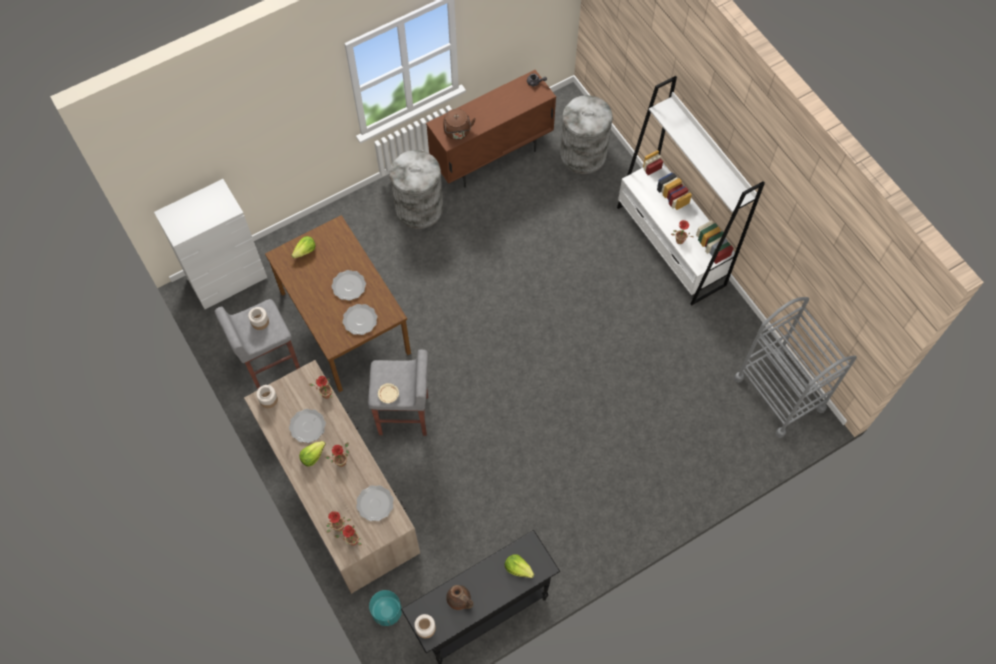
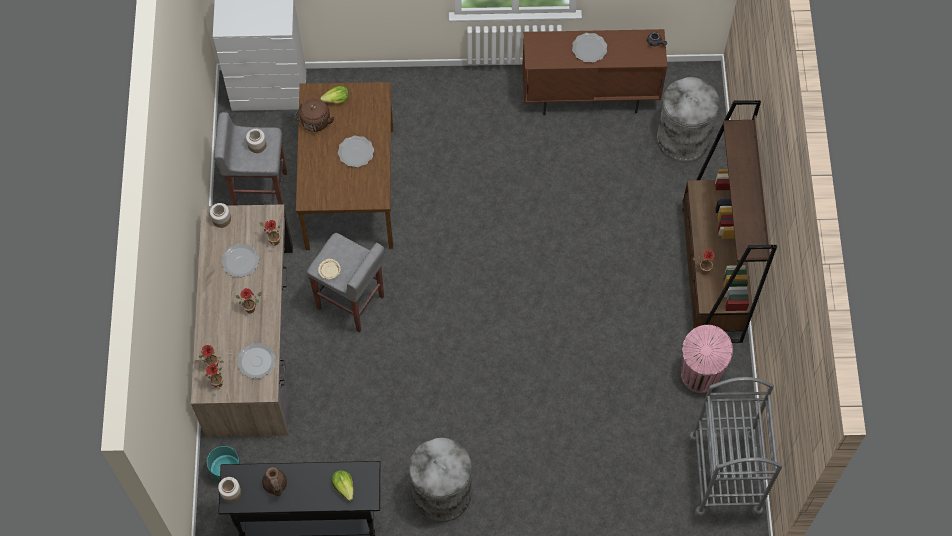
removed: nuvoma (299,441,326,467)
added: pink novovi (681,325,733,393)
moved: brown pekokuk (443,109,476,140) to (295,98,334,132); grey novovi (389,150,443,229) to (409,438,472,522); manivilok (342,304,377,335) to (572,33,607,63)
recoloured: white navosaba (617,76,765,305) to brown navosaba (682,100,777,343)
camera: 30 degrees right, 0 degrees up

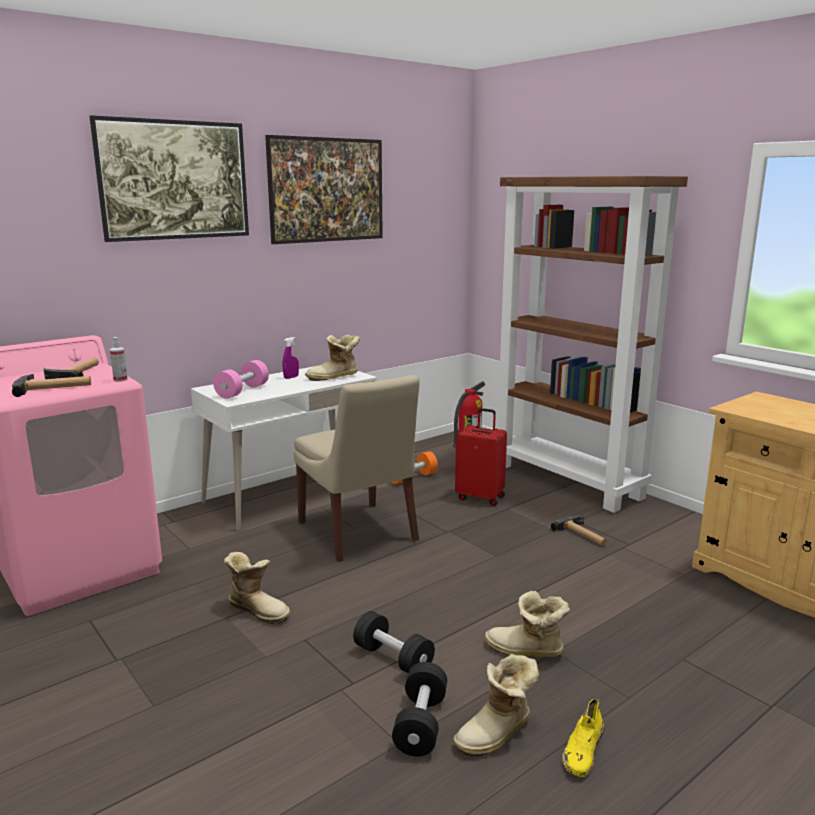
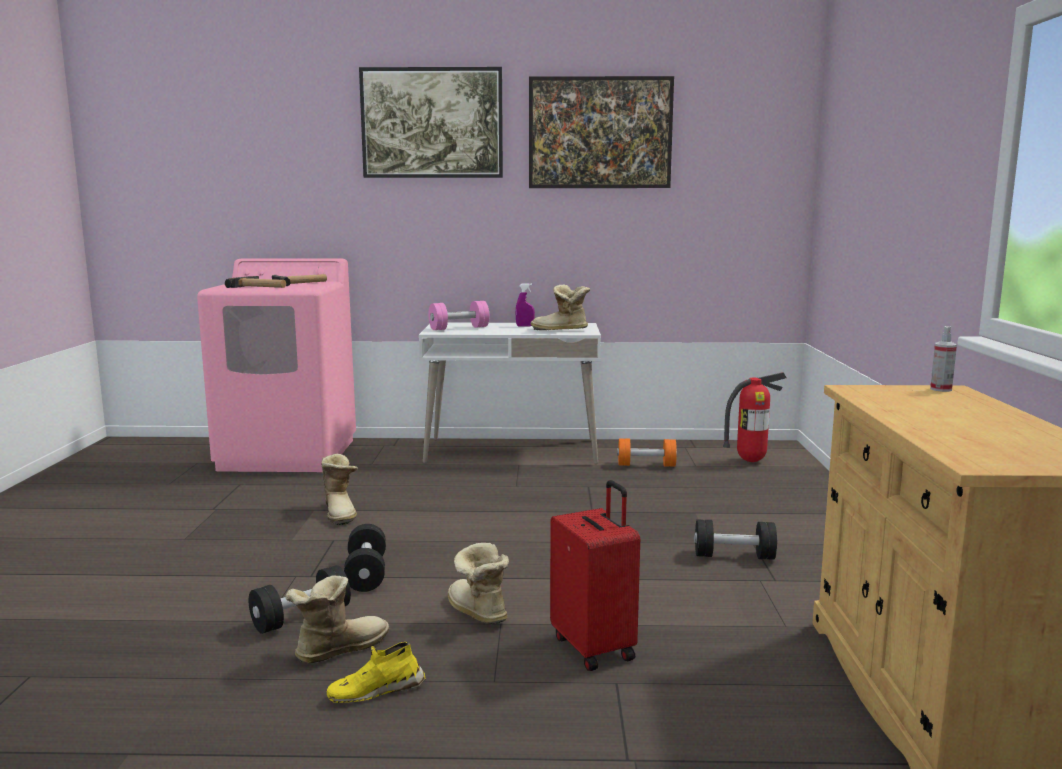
removed: brown navosaba (497,176,688,513); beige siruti (294,375,420,562)
moved: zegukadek (110,337,128,382) to (930,326,957,392); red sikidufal (455,408,507,506) to (550,480,640,671)
replaced: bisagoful (551,515,607,546) to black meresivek (694,519,777,560)
turned: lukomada (453,654,539,756) = (285,575,389,664) 135 degrees clockwise
camera: 40 degrees right, 5 degrees down

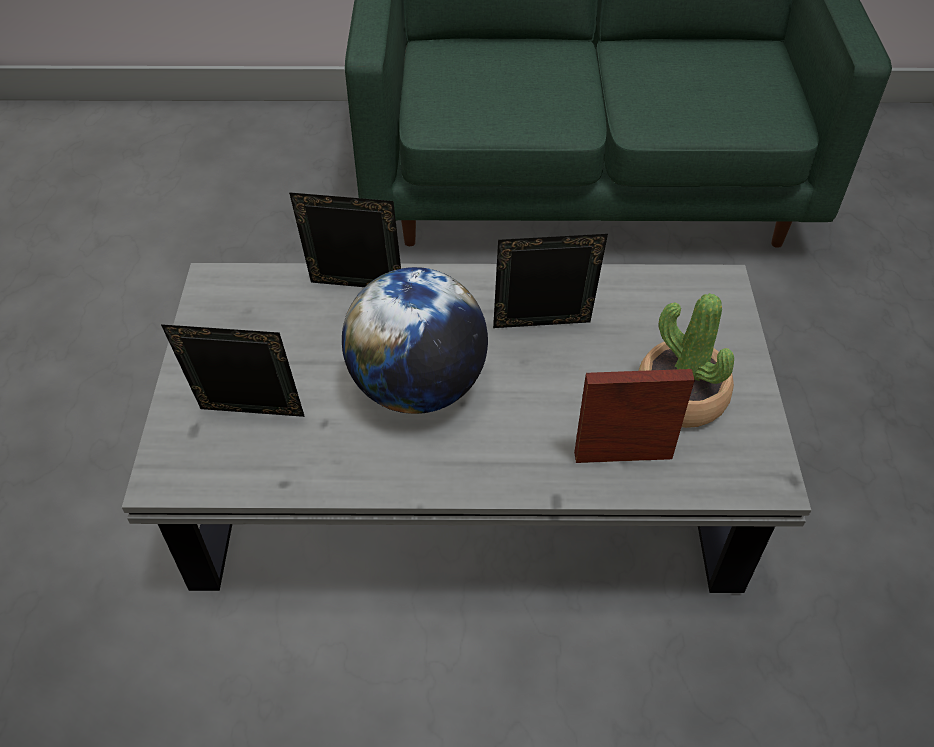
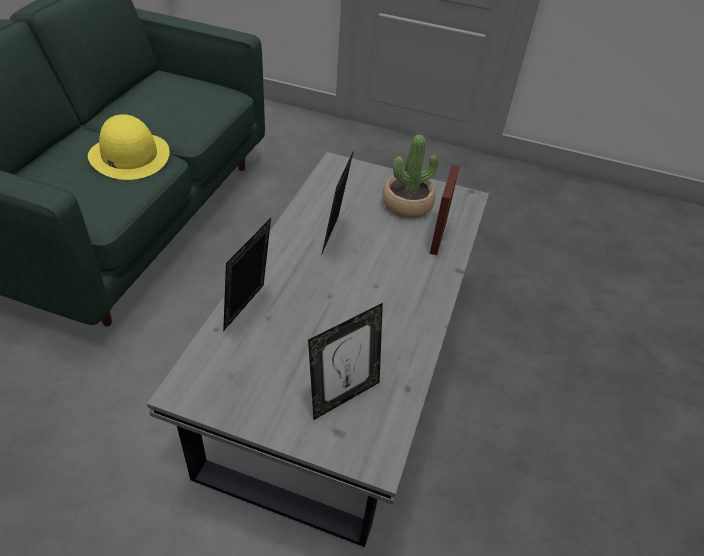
removed: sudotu (342,267,488,414)
added: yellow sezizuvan (88,114,170,180)
turned: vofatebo (161,324,305,417) = (308,303,383,420) 150 degrees counterclockwise
camera: 75 degrees left, 5 degrees down

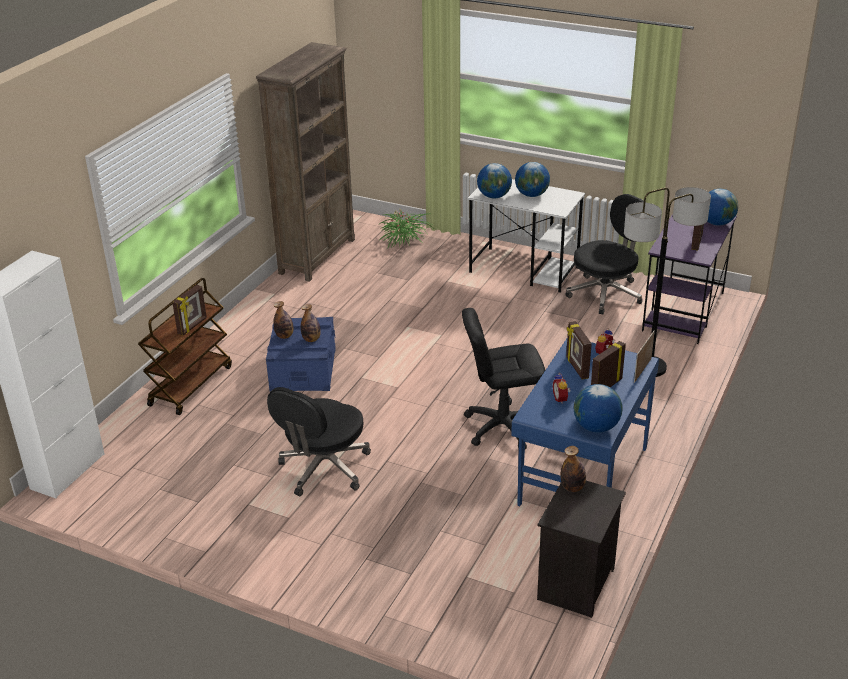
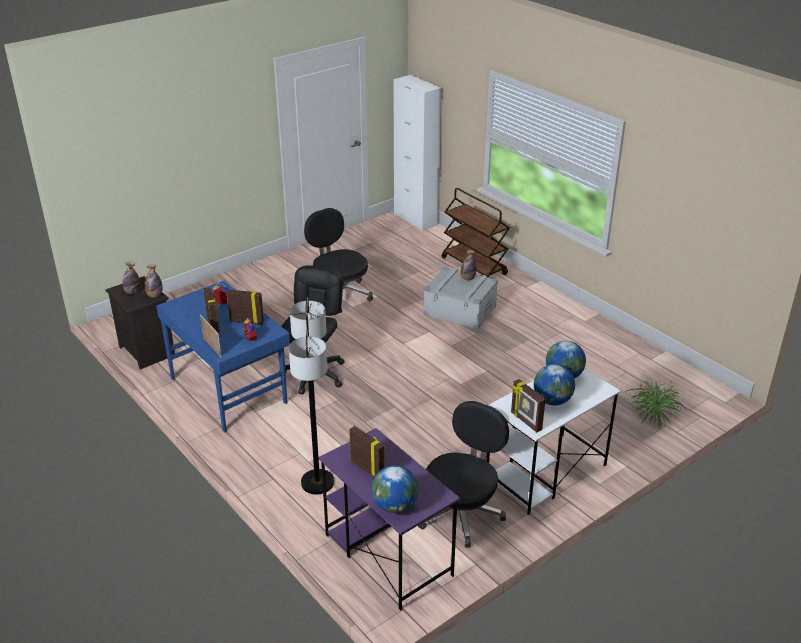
removed: brown navosaba (256,42,355,282); sudotu (574,384,622,433)
moved: vofatebo (172,285,207,336) to (511,379,545,432); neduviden (301,304,321,342) to (123,262,140,294)
recoloured: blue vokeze (266,317,336,391) to grey vokeze (424,267,498,330)
turned: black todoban (565,194,644,314) = (418,401,509,547) 135 degrees counterclockwise
camera: 115 degrees right, 0 degrees up

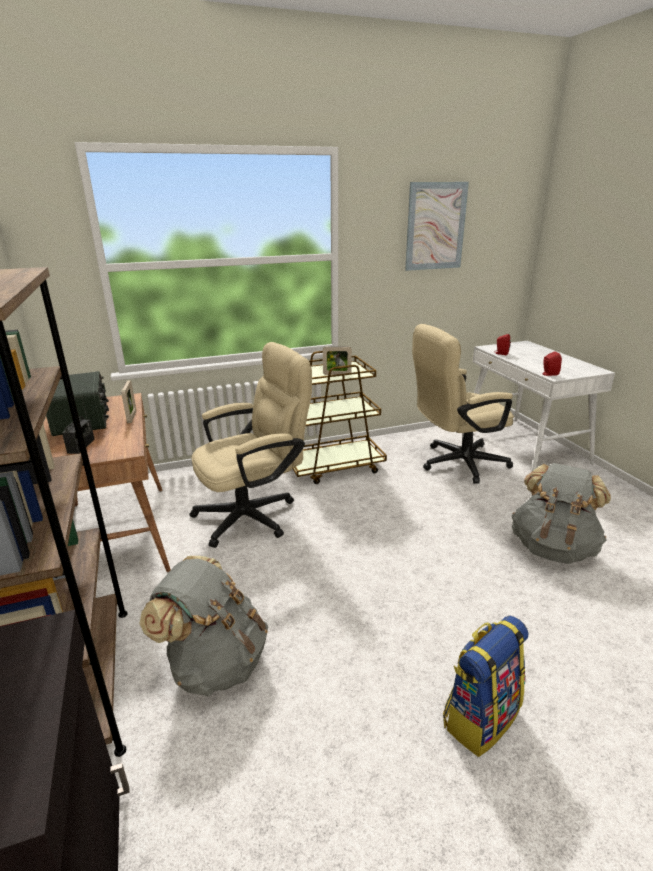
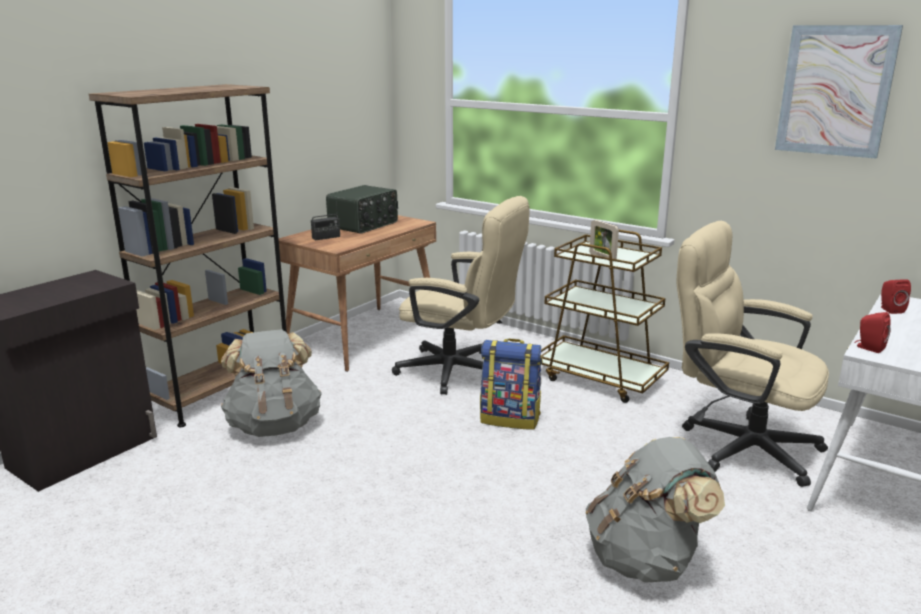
removed: vofatebo (121,380,136,423)
moved: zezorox (443,615,529,757) to (480,338,543,430)
camera: 55 degrees right, 5 degrees down

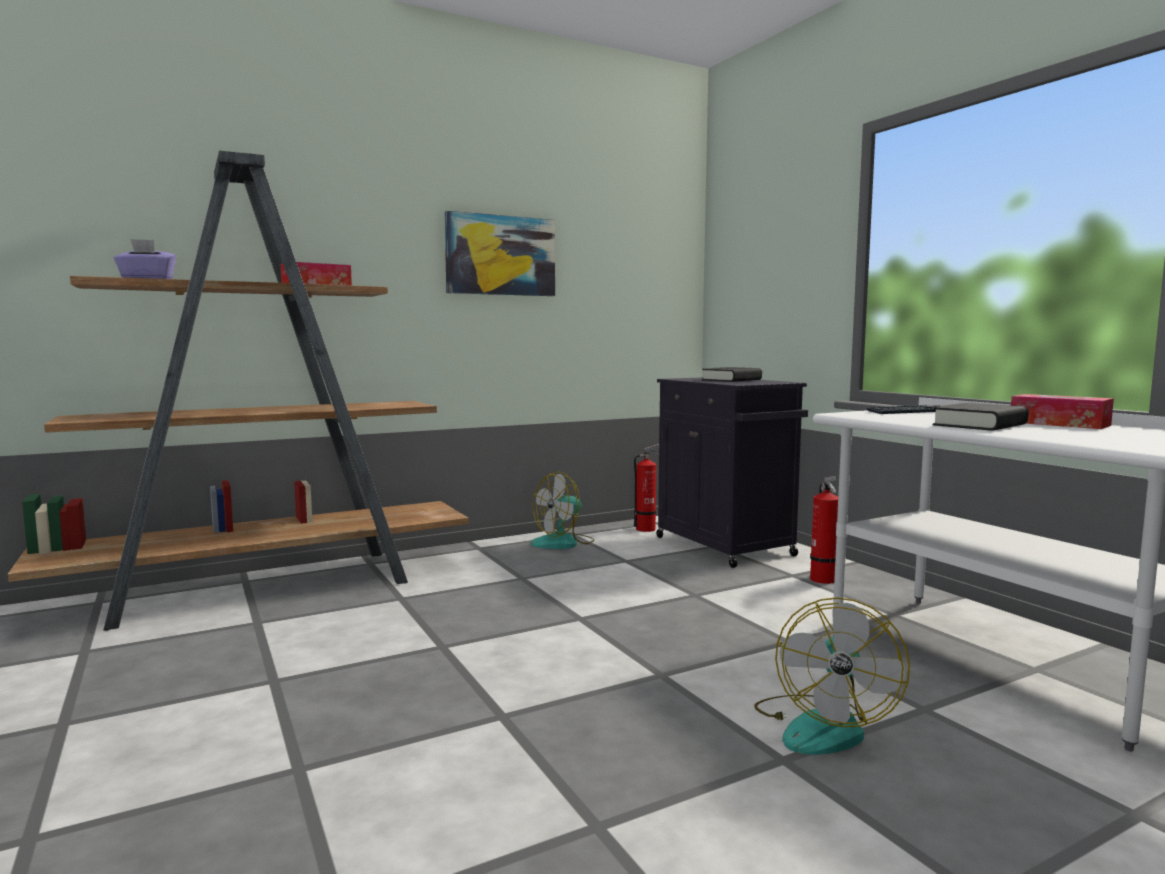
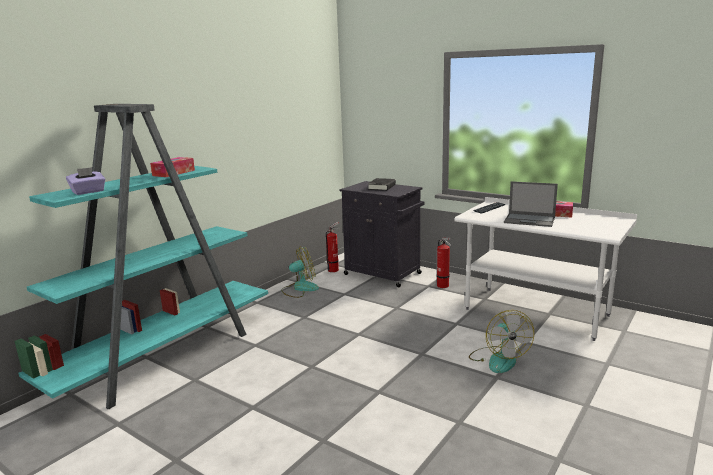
removed: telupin (444,211,555,296)
replaced: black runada (933,403,1028,431) to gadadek (504,181,558,227)
recoloured: brown navosaba (8,151,469,631) to turquoise navosaba (15,104,268,409)
turned: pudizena (531,472,594,549) = (281,246,319,298) 135 degrees counterclockwise
camera: 25 degrees left, 10 degrees up

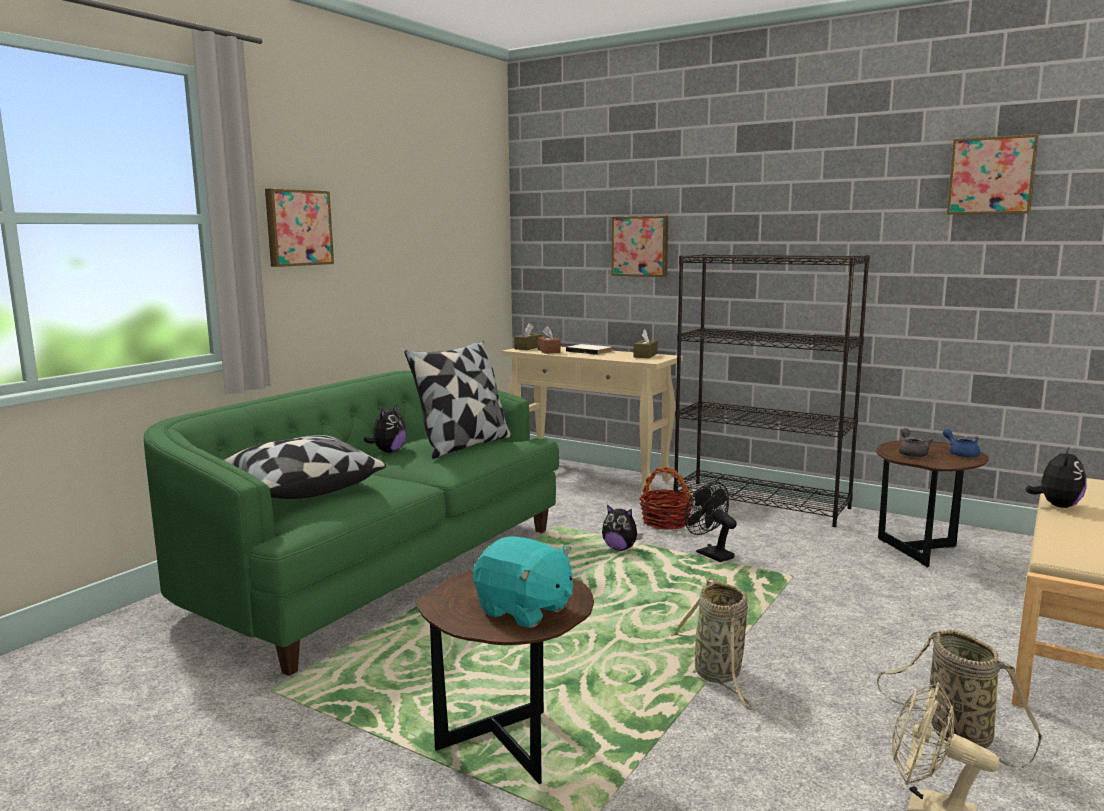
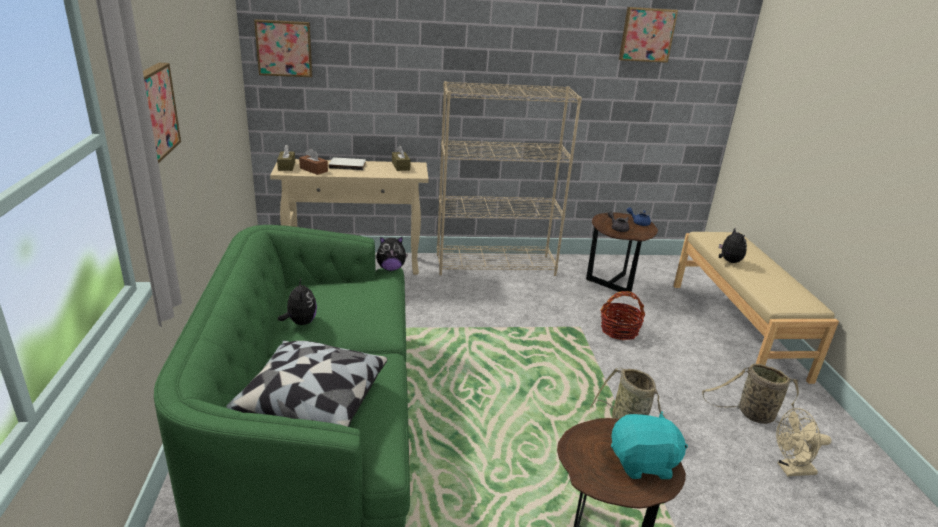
removed: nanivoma (404,341,511,459); black pudizena (685,482,737,562)
moved: telupin (611,216,668,277) to (254,19,312,77); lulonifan (639,467,694,530) to (600,291,645,340); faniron (602,505,643,551) to (376,236,408,271)
recoloured: black navosaba (673,254,870,527) to beige navosaba (437,81,582,276)
camera: 40 degrees left, 15 degrees up

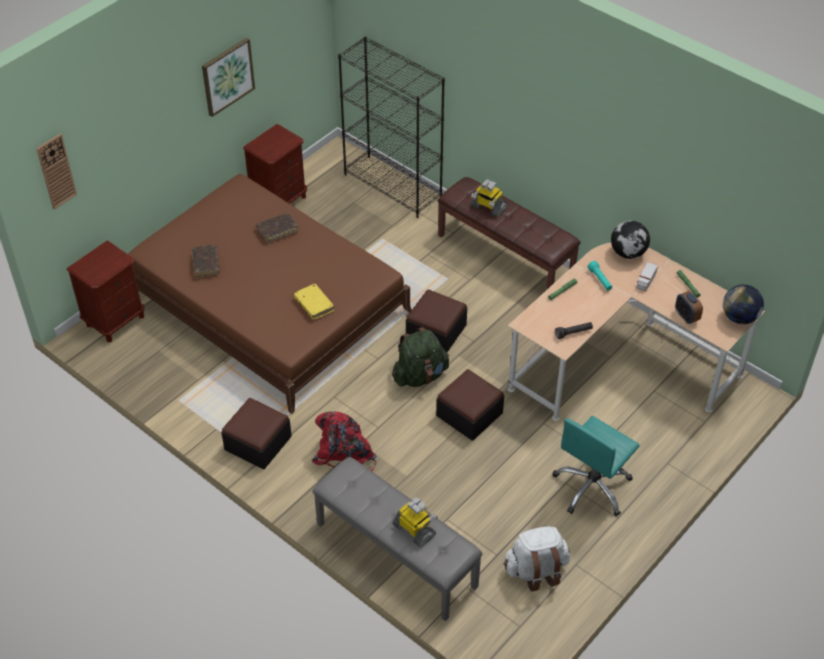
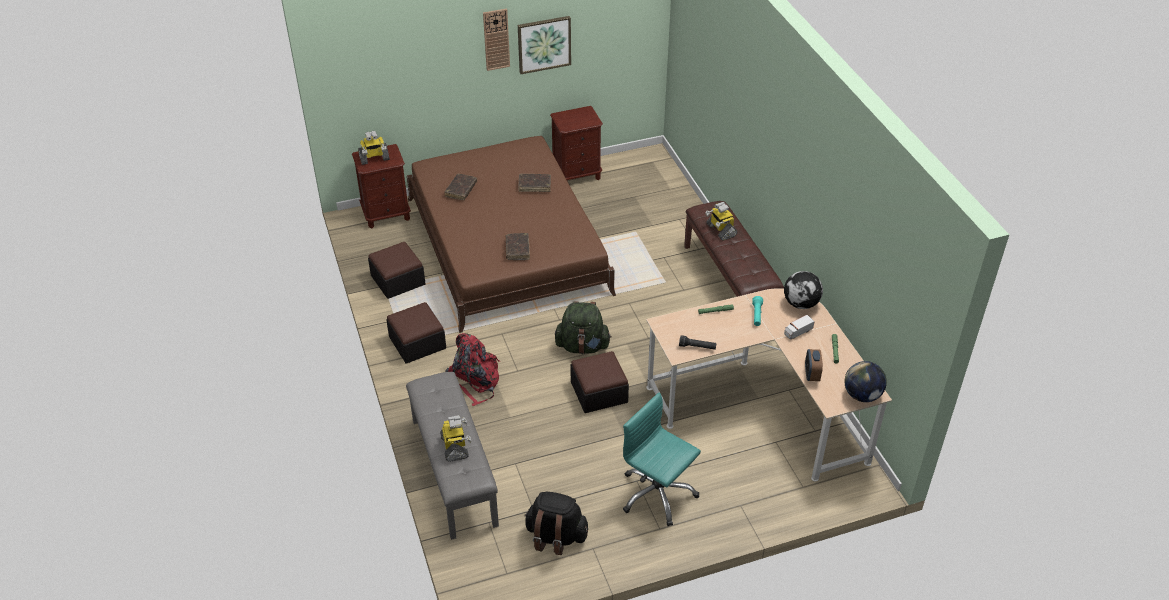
removed: black navosaba (338,36,445,218)
added: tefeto (358,131,390,165)
moved: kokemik (36,134,77,209) to (483,8,510,71); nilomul (406,289,467,352) to (368,242,425,299)
recoloured: yellow runada (294,284,334,319) to brown runada (506,233,530,260); white zezorox (504,526,570,592) to black zezorox (524,491,588,555)
turned: turquoise todoban (552,416,640,516) = (623,392,701,526) 60 degrees clockwise
camera: 30 degrees right, 5 degrees down

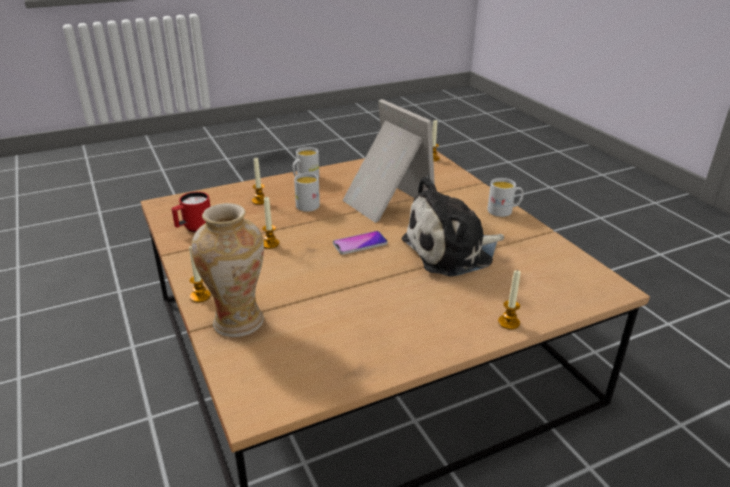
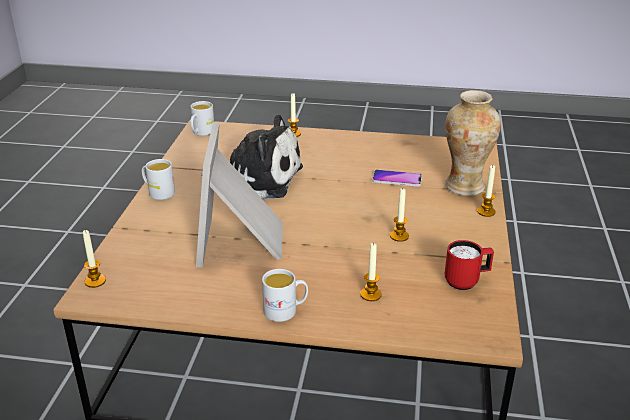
moved: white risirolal (294,173,320,212) to (190,101,214,136); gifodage (333,231,388,254) to (372,170,422,187)
camera: 145 degrees left, 0 degrees up

